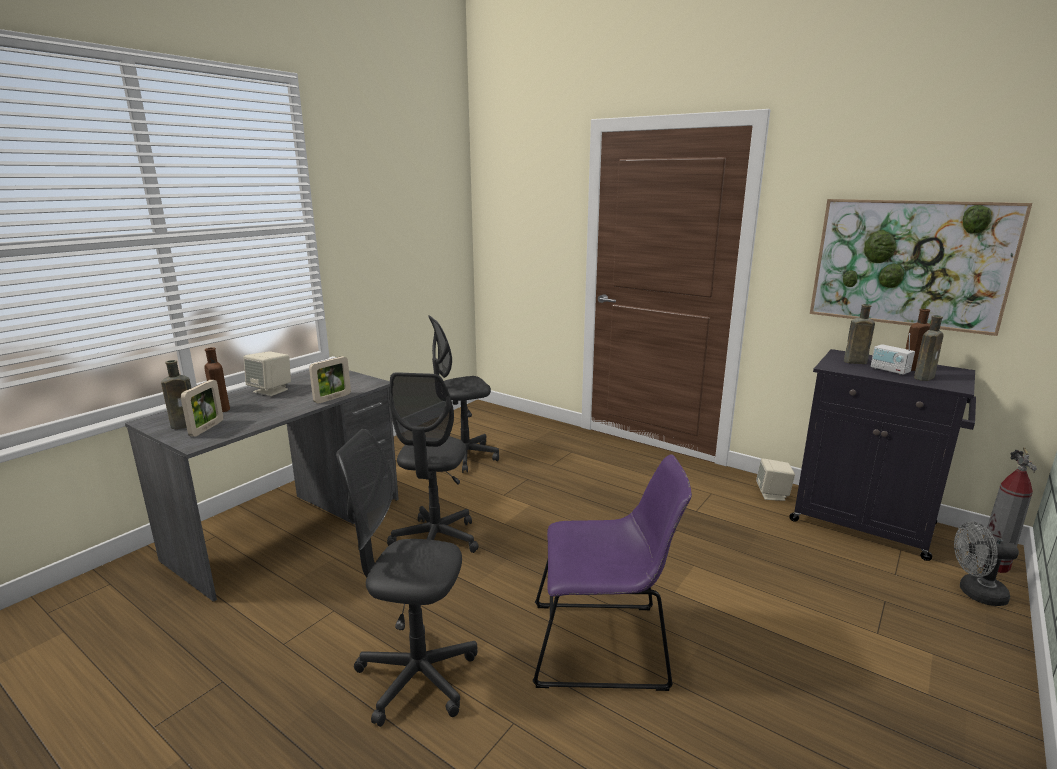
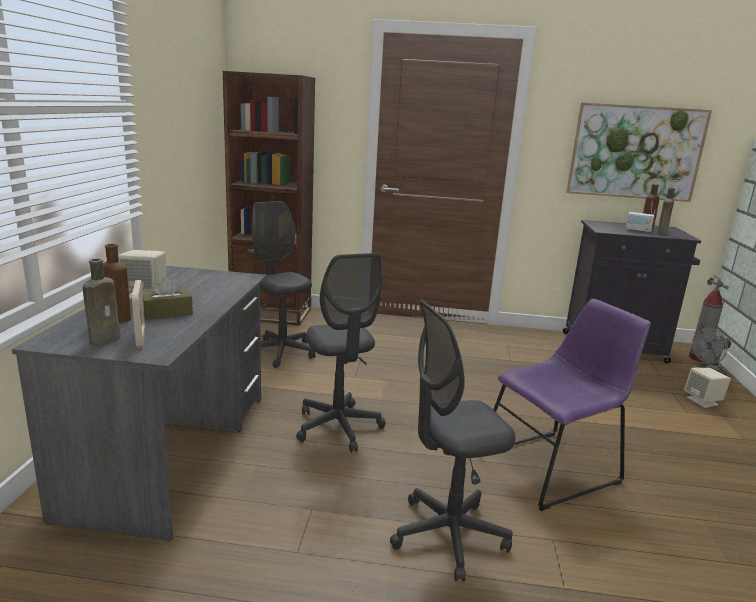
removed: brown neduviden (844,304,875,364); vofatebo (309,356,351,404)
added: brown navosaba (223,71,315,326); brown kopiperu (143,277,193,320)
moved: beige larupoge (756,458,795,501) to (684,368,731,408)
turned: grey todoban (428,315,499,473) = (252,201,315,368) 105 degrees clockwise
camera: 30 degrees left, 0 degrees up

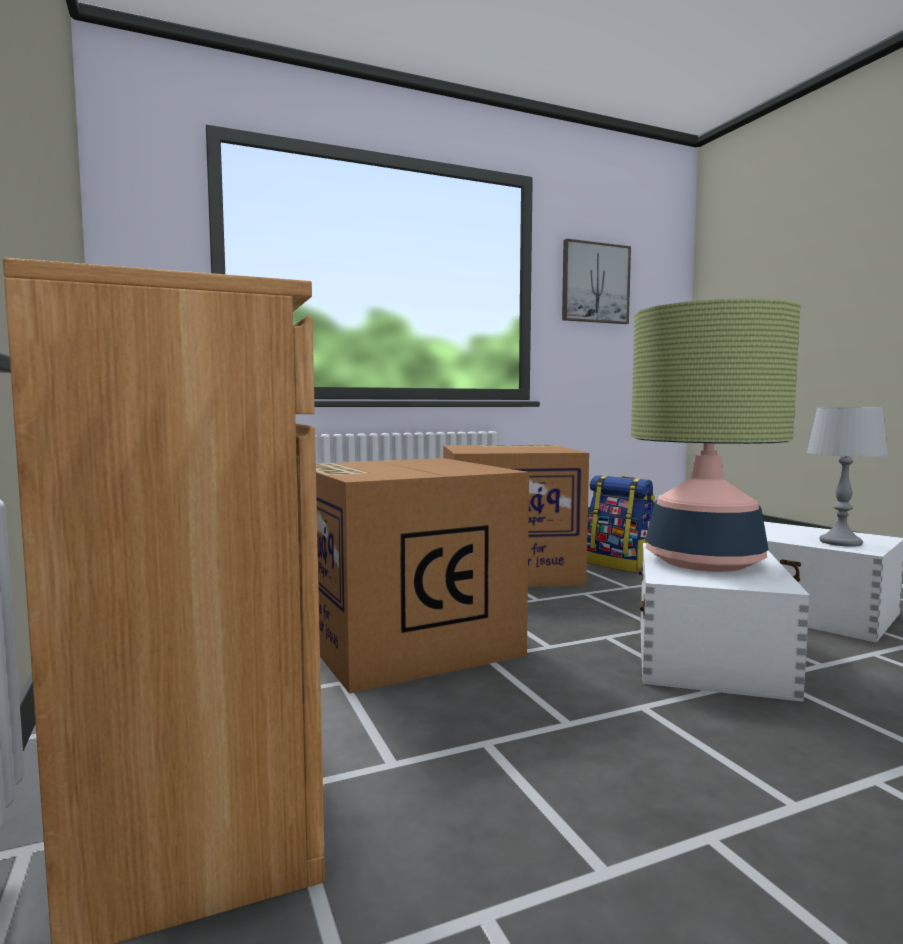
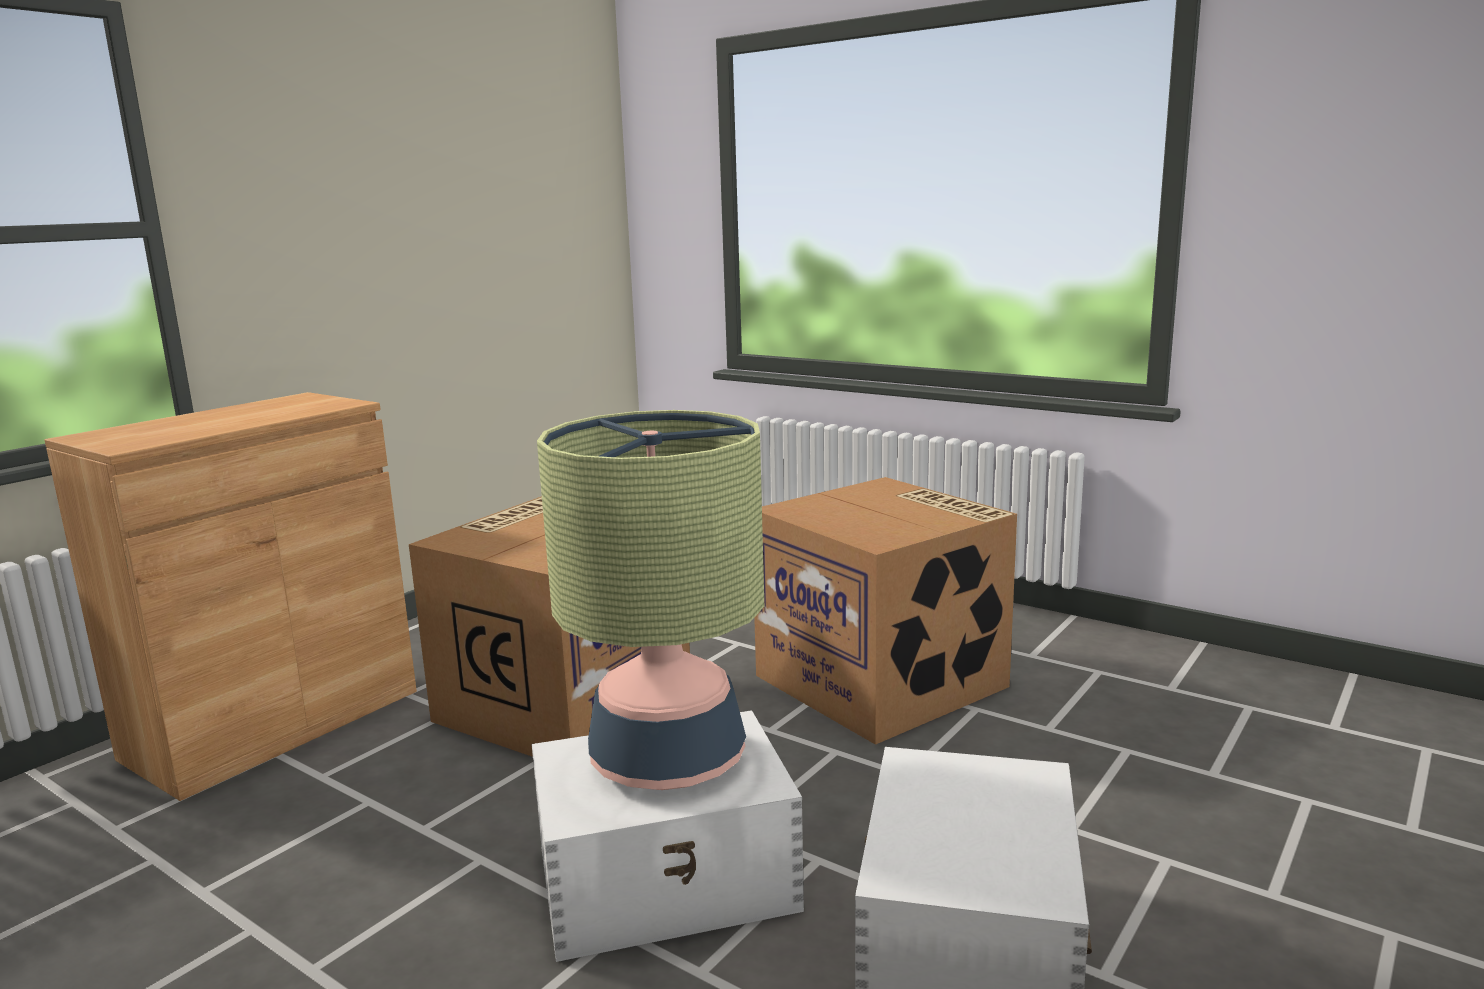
removed: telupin (562,239,631,324); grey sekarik (807,407,888,547); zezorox (587,475,655,573)
camera: 60 degrees right, 10 degrees up

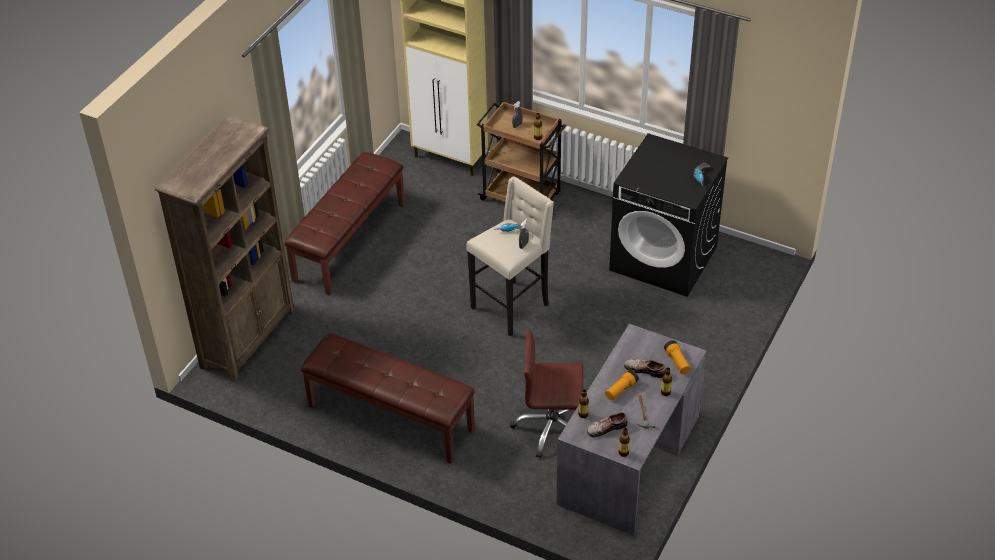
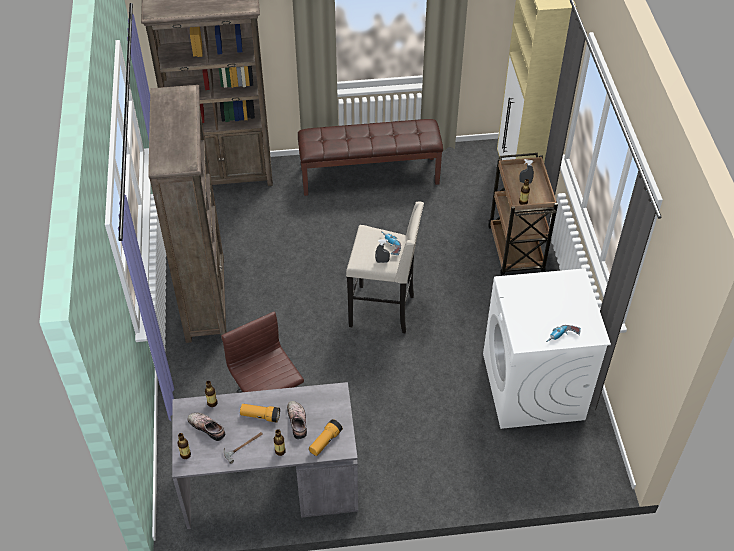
replaced: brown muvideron (301,334,475,464) to brown navosaba (148,85,227,343)
recoloured: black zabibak (609,133,728,297) to white zabibak (483,268,611,429)
camera: 55 degrees right, 5 degrees up

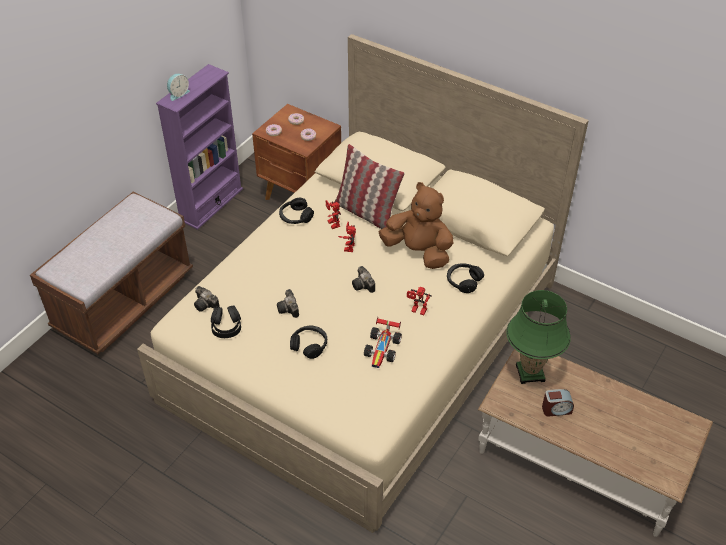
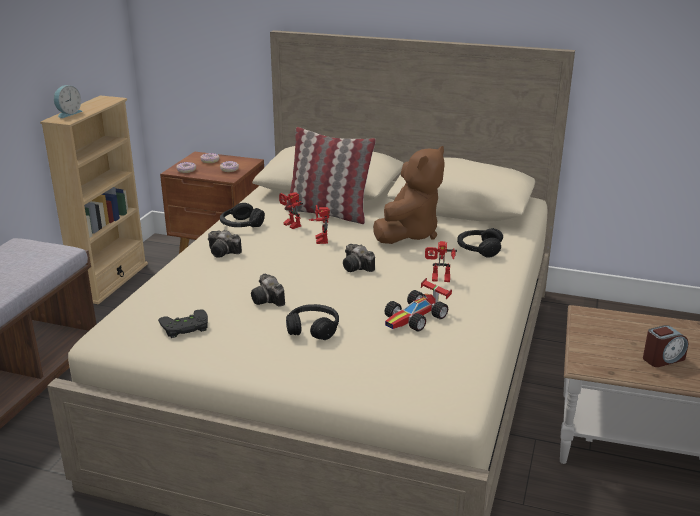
removed: green sekarik (506,290,571,384)
moved: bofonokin (194,286,220,312) to (208,230,242,258)
replaced: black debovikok (211,305,241,338) to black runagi (158,310,208,338)
recoloured: purple navosaba (156,64,243,230) to beige navosaba (40,95,148,304)
turned: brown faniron (379,182,453,269) = (373,146,445,244) 105 degrees clockwise; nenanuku (364,317,402,368) = (385,278,452,331) 45 degrees clockwise
camera: 15 degrees left, 20 degrees down

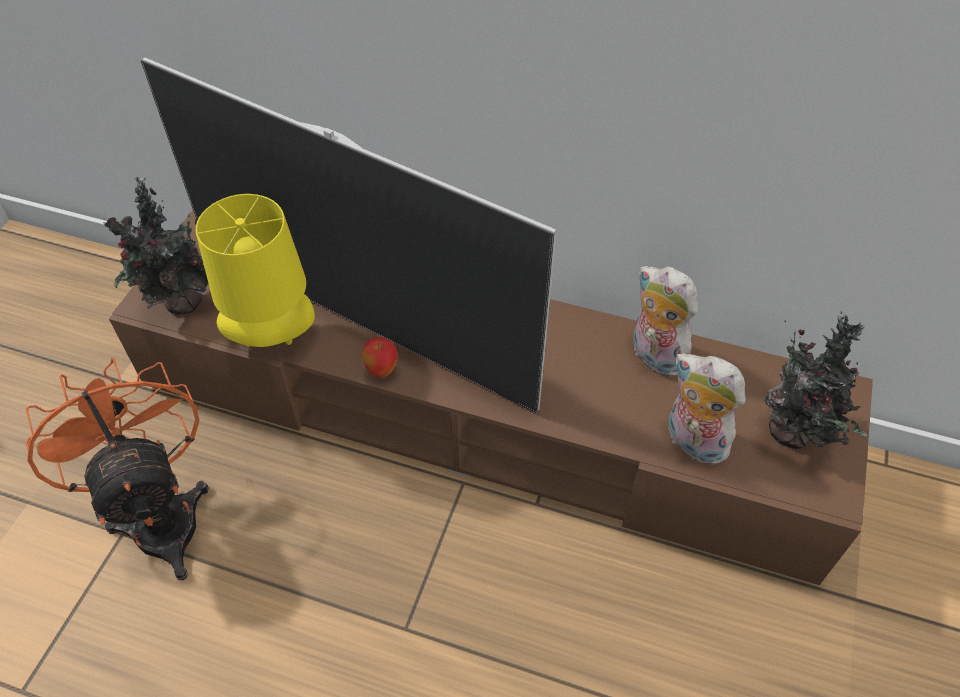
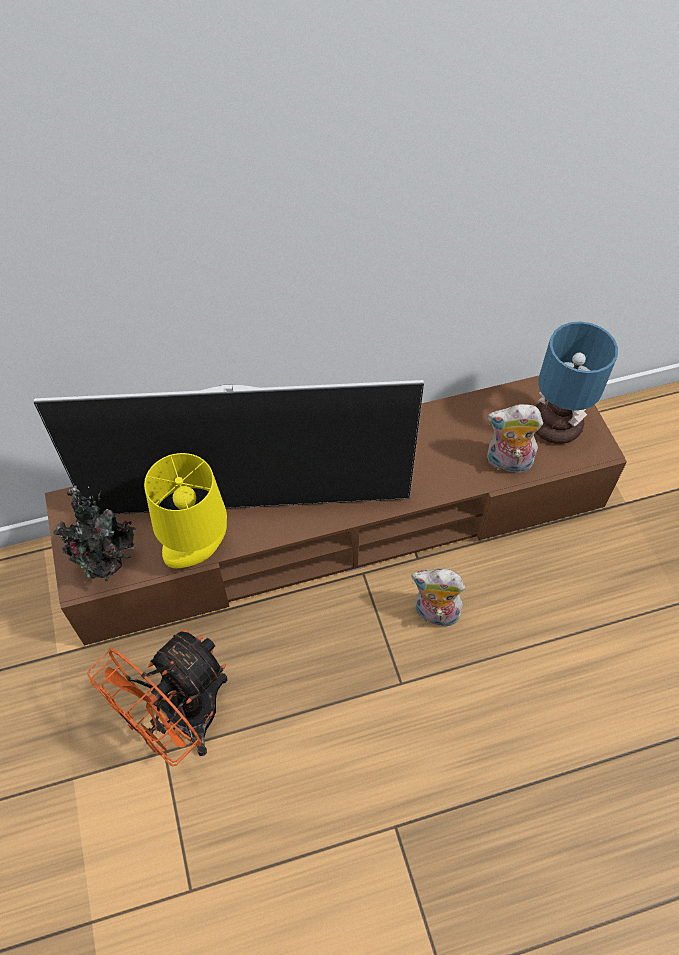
removed: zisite (362,337,398,378)
moved: faniron (633,266,698,377) to (411,569,465,630)
replaced: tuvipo (764,311,867,449) to sekarik (535,321,618,444)
turned: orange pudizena (26,358,209,580) = (87,629,228,766) 75 degrees counterclockwise
camera: 35 degrees left, 5 degrees up

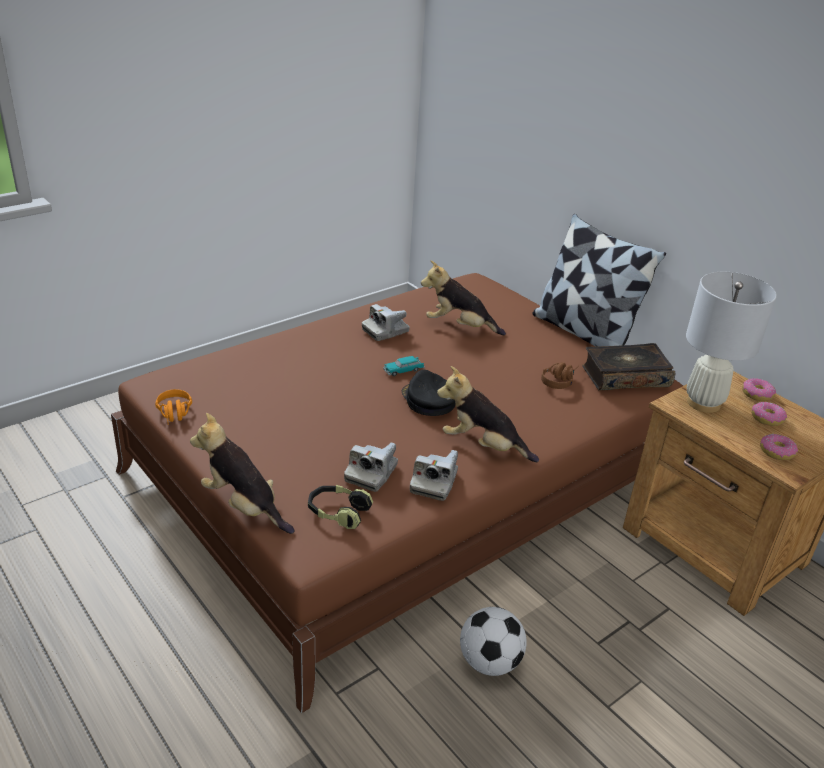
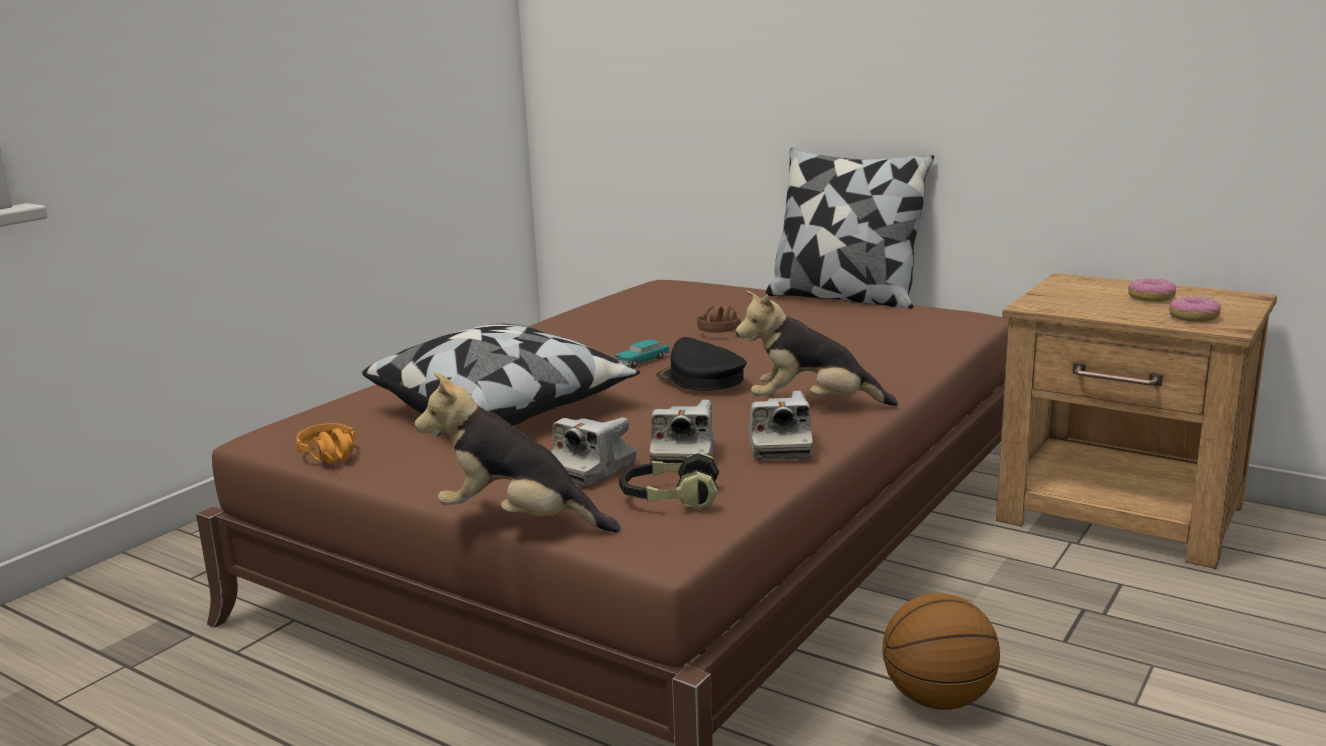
removed: faniron (421,260,506,335); white sekarik (686,272,777,413); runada (582,343,675,391); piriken (742,378,776,401)
added: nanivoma (362,324,640,426)
moved: bofonokin (362,304,410,341) to (551,417,637,487); brown debovikok (541,362,578,389) to (697,305,741,333)
replaced: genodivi (460,607,527,676) to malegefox (883,593,1000,710)
camera: 15 degrees left, 15 degrees down

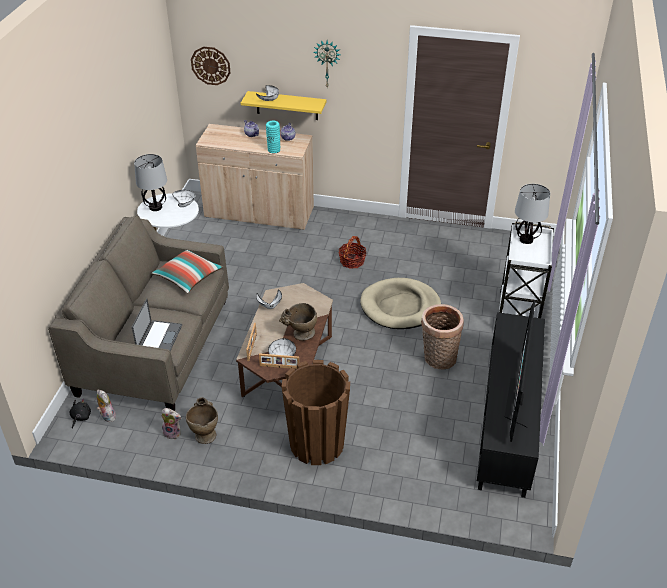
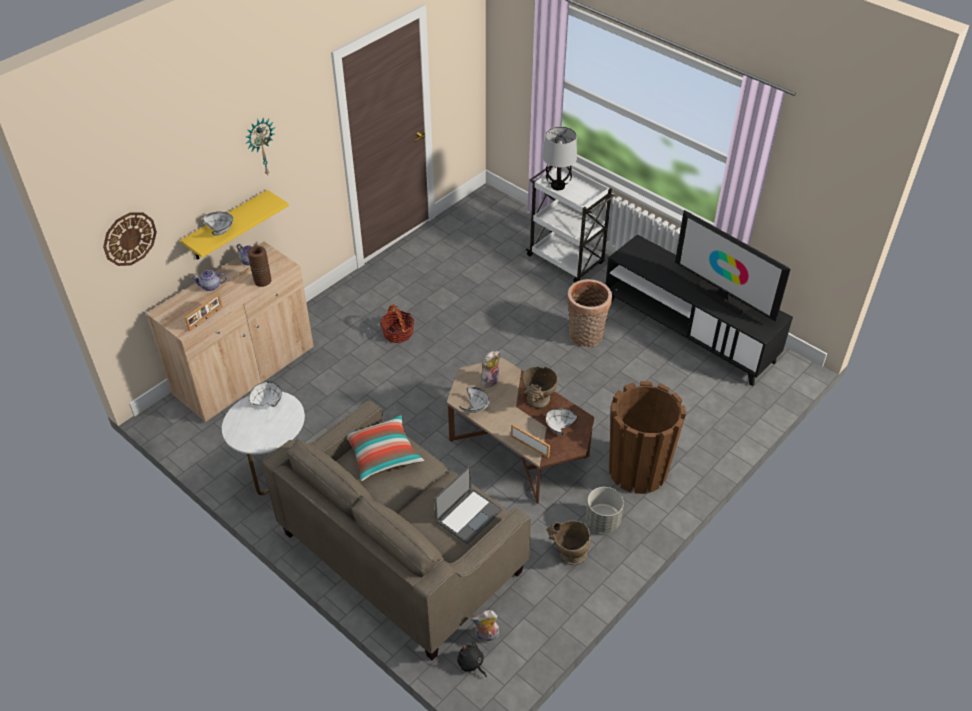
removed: sekarik (134,154,167,211); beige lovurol (360,278,441,329)
added: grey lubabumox (586,487,624,533)
moved: vofatebo (259,353,299,369) to (185,293,223,331); faniron (161,408,181,440) to (481,351,500,388)
recoloured: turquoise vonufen (266,121,280,154) to brown vonufen (247,246,271,287)
turned: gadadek (132,298,182,351) = (434,465,502,545) 90 degrees clockwise
camera: 60 degrees left, 5 degrees up

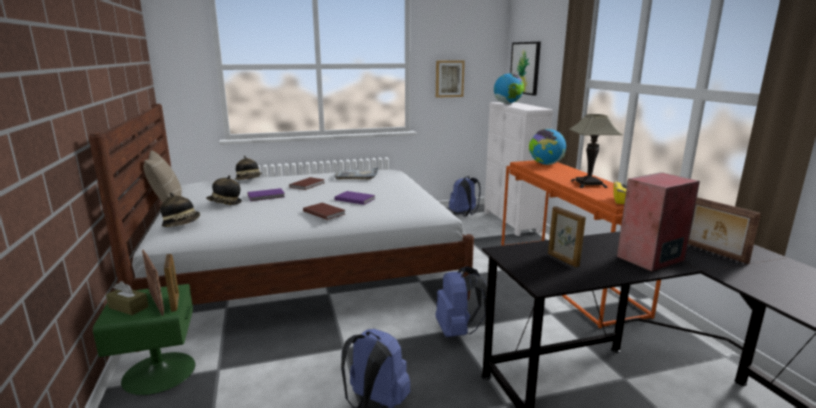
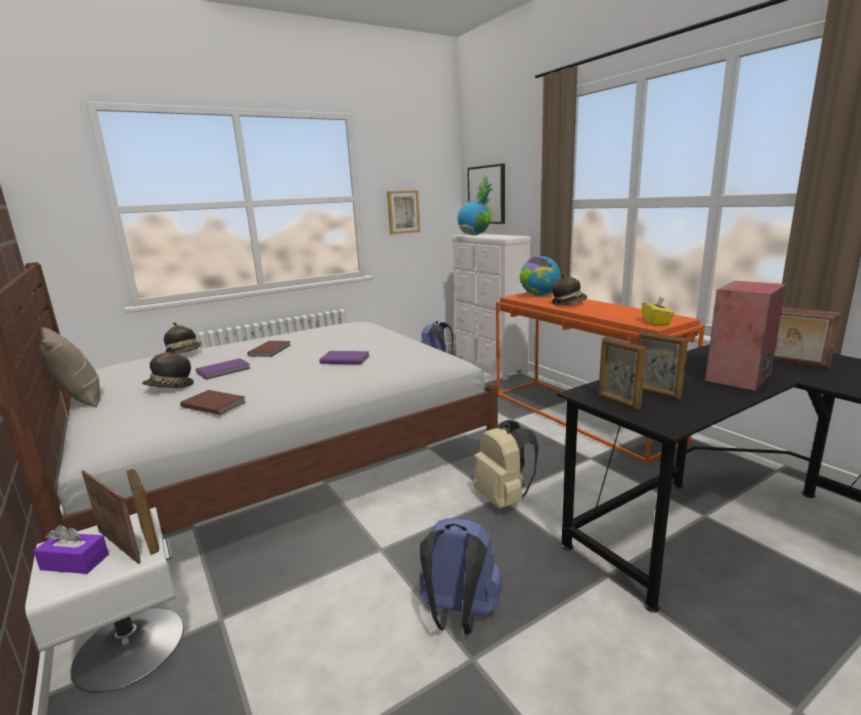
removed: sekarik (569,114,623,188); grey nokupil (334,167,379,180)
added: vofatebo (598,337,646,409)
moved: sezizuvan (160,193,200,227) to (552,274,587,306); brown runada (303,203,345,220) to (180,390,246,415)
recoloured: blue zezorox (435,266,487,337) to beige zezorox (474,420,539,509); brown kopiperu (106,281,149,315) to purple kopiperu (33,524,109,574); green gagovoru (93,284,195,396) to white gagovoru (25,507,184,693)
camera: 15 degrees left, 0 degrees up

